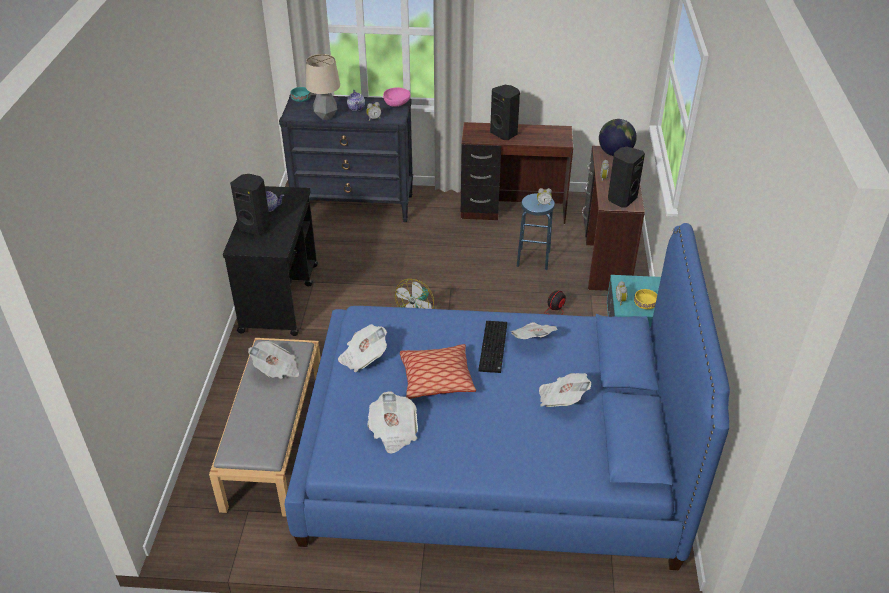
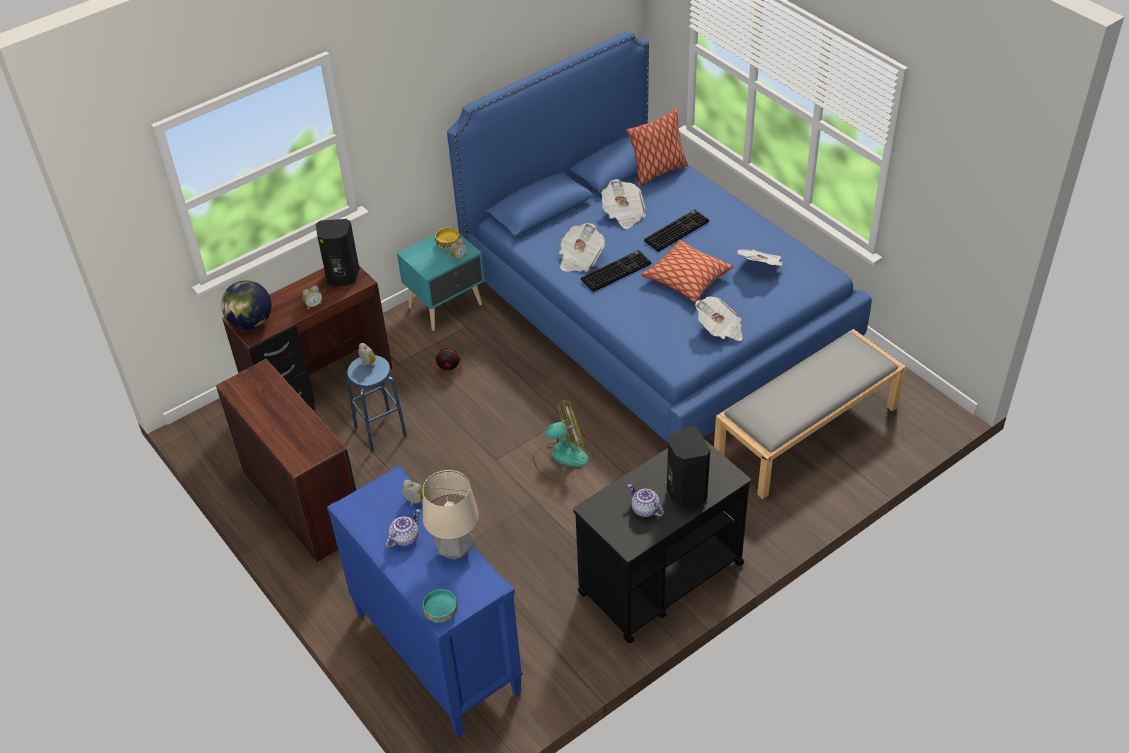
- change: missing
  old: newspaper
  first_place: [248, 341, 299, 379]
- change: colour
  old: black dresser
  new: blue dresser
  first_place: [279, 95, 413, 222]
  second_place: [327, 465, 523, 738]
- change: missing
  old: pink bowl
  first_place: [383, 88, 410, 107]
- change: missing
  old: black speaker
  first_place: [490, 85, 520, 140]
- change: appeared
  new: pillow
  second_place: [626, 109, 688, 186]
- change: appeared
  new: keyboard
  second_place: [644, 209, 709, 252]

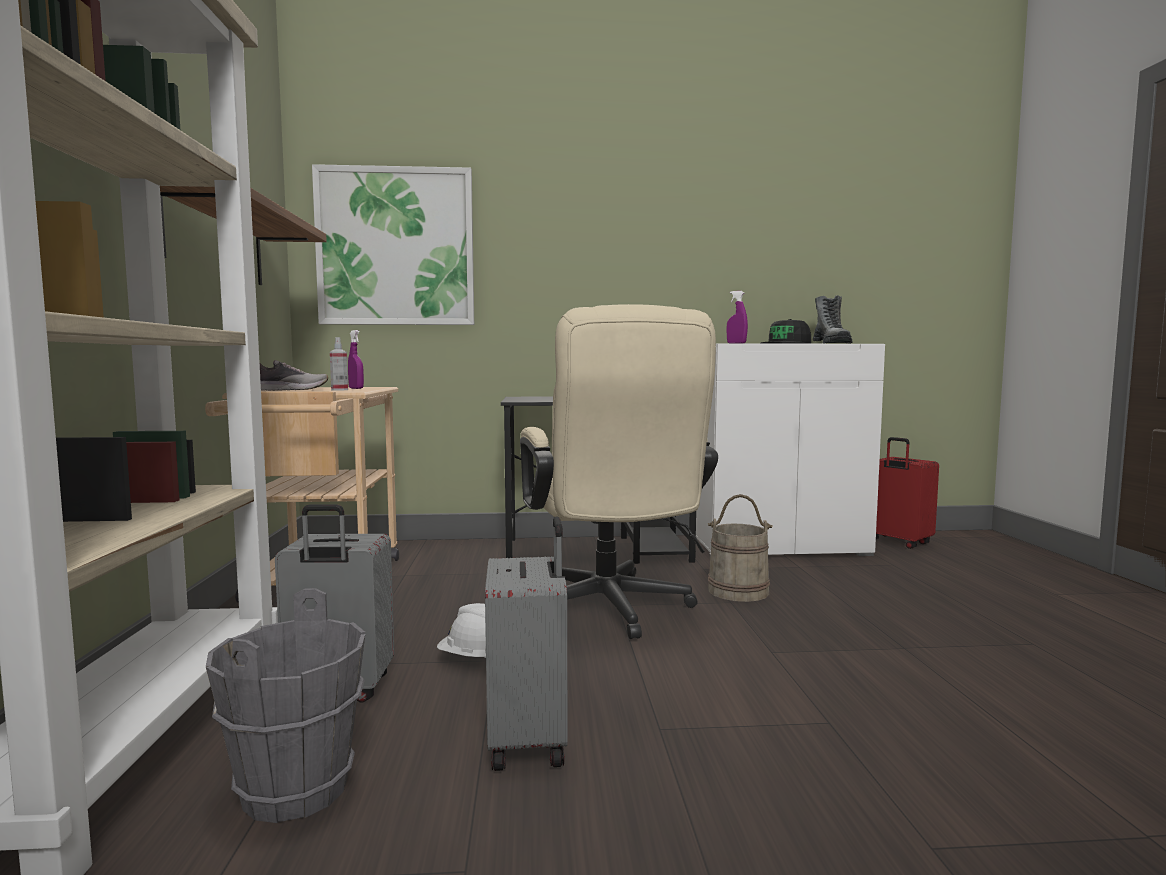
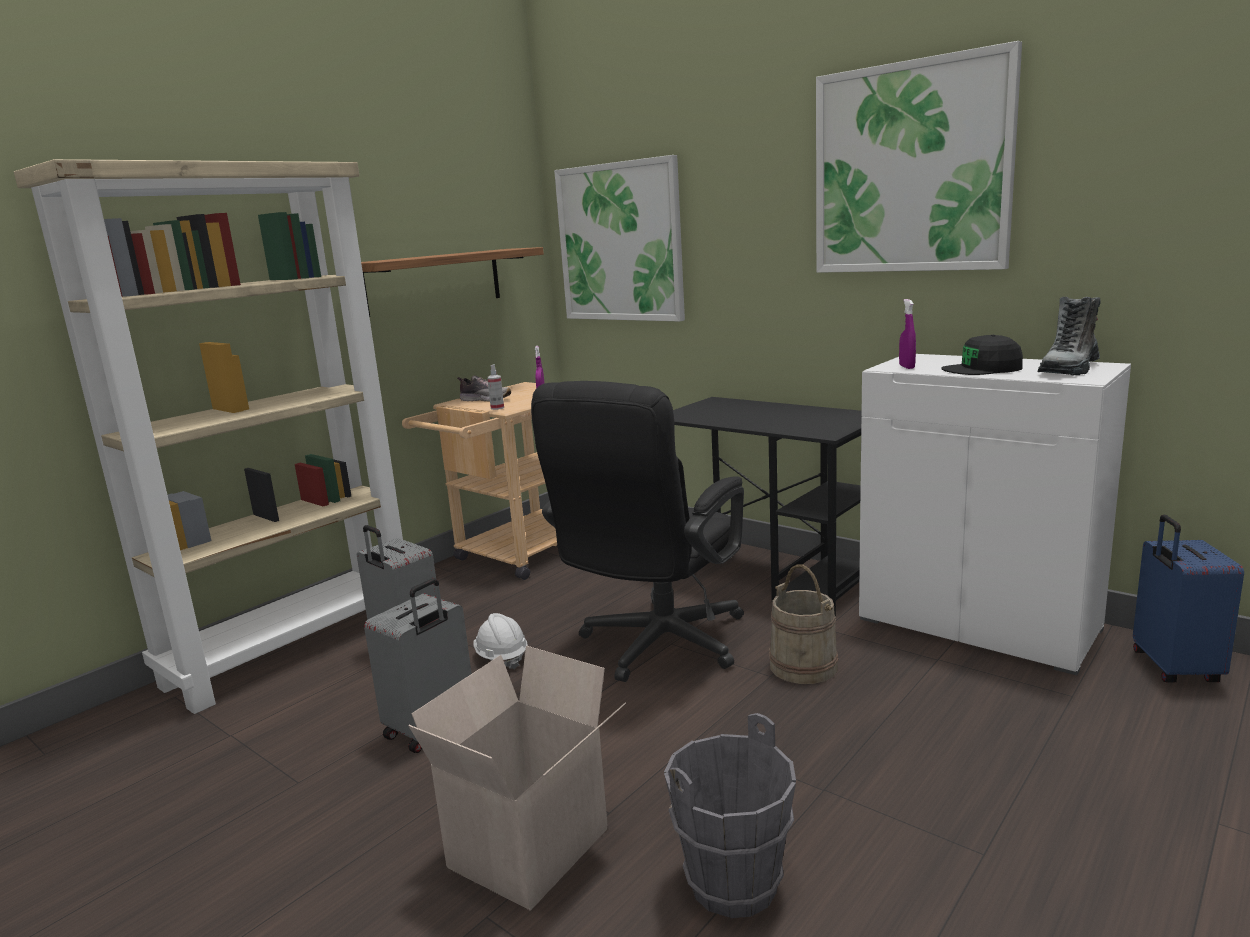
- change: relocated
  old: grey bucket
  first_place: [206, 588, 365, 823]
  second_place: [664, 713, 796, 918]
- change: colour
  old: beige office chair
  new: black office chair
  first_place: [520, 304, 718, 639]
  second_place: [531, 381, 744, 682]
- change: colour
  old: red suitcase
  new: blue suitcase
  first_place: [876, 437, 939, 549]
  second_place: [1133, 515, 1244, 683]
- change: appeared
  new: cardboard box
  second_place: [408, 646, 626, 911]
- change: appeared
  new: picture
  second_place: [816, 41, 1022, 273]

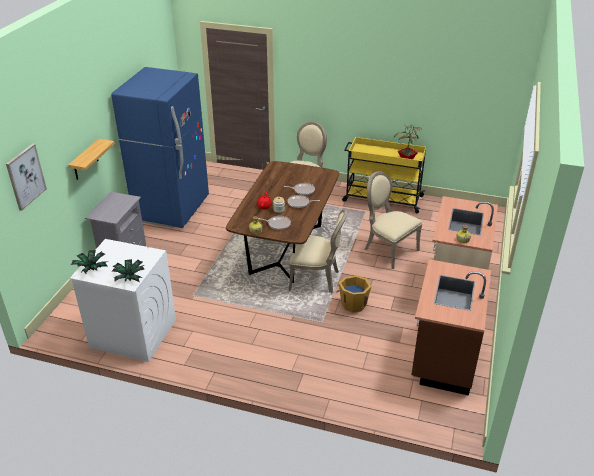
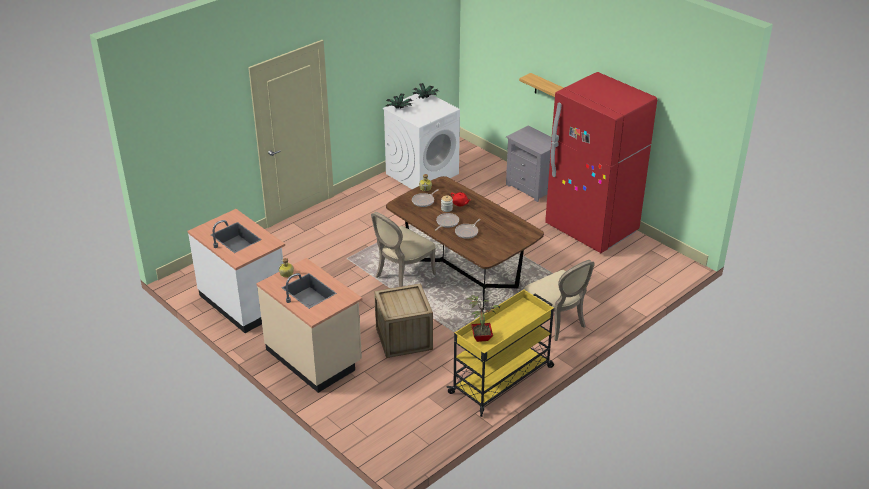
- change: missing
  old: picture
  first_place: [6, 144, 47, 211]
- change: colour
  old: blue fridge
  new: red fridge
  first_place: [111, 67, 209, 228]
  second_place: [545, 72, 657, 253]
- change: missing
  old: orange bucket
  first_place: [337, 275, 371, 313]
- change: exchanged
  old: beige chair
  new: crate
  first_place: [364, 171, 423, 269]
  second_place: [374, 283, 433, 358]
- change: colour
  old: brown counter
  new: white counter
  first_place: [411, 259, 491, 396]
  second_place: [187, 209, 285, 333]

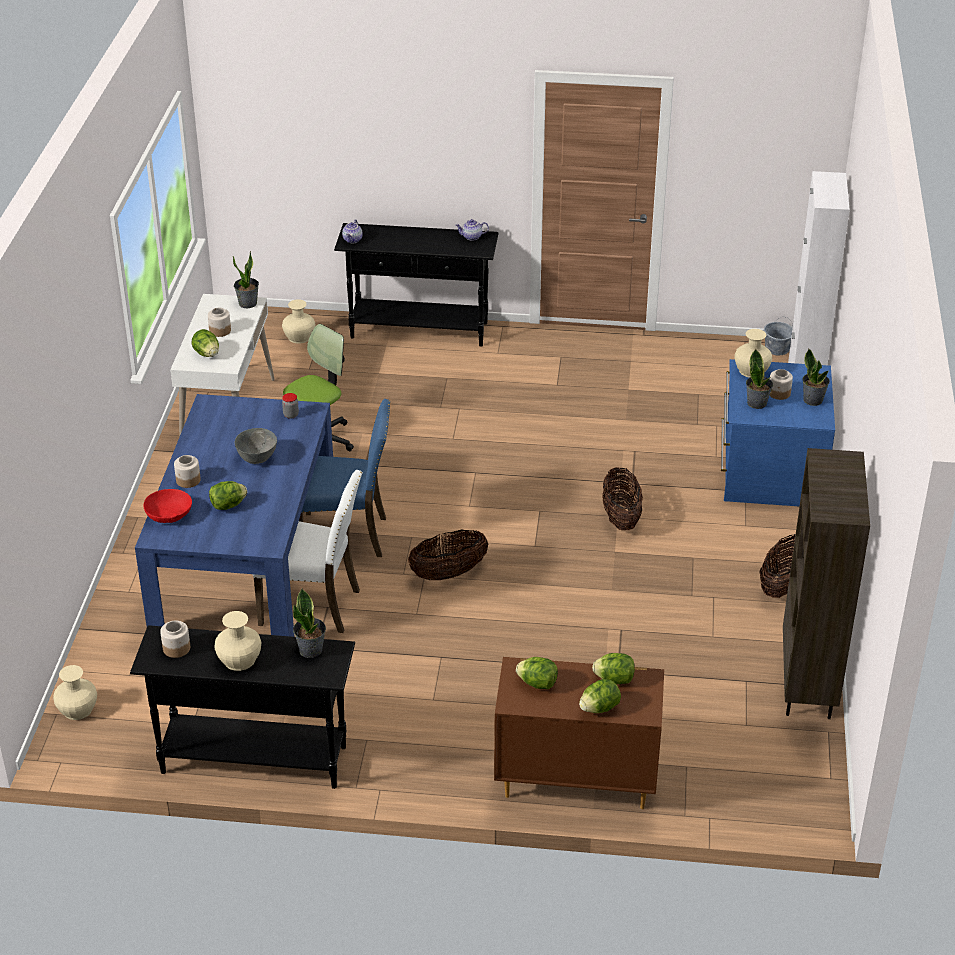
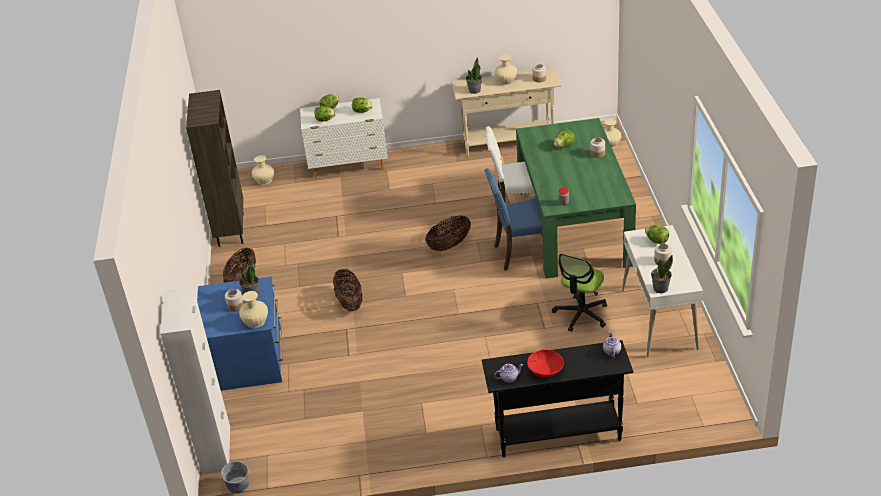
- change: colour
  old: black console table
  new: beige console table
  first_place: [130, 625, 355, 789]
  second_place: [451, 68, 561, 157]
- change: colour
  old: blue dining table
  new: green dining table
  first_place: [135, 394, 333, 637]
  second_place: [516, 118, 636, 278]
- change: relocated
  old: red bowl
  first_place: [143, 489, 192, 523]
  second_place: [527, 350, 564, 377]
- change: missing
  old: grey bowl
  first_place: [235, 428, 277, 464]
- change: relocated
  old: beige vase
  first_place: [282, 299, 316, 344]
  second_place: [252, 155, 274, 185]
- change: colour
  old: brown dresser
  new: white dresser
  first_place: [494, 657, 664, 809]
  second_place: [300, 98, 388, 179]
- change: missing
  old: potted plant
  first_place: [803, 348, 830, 406]

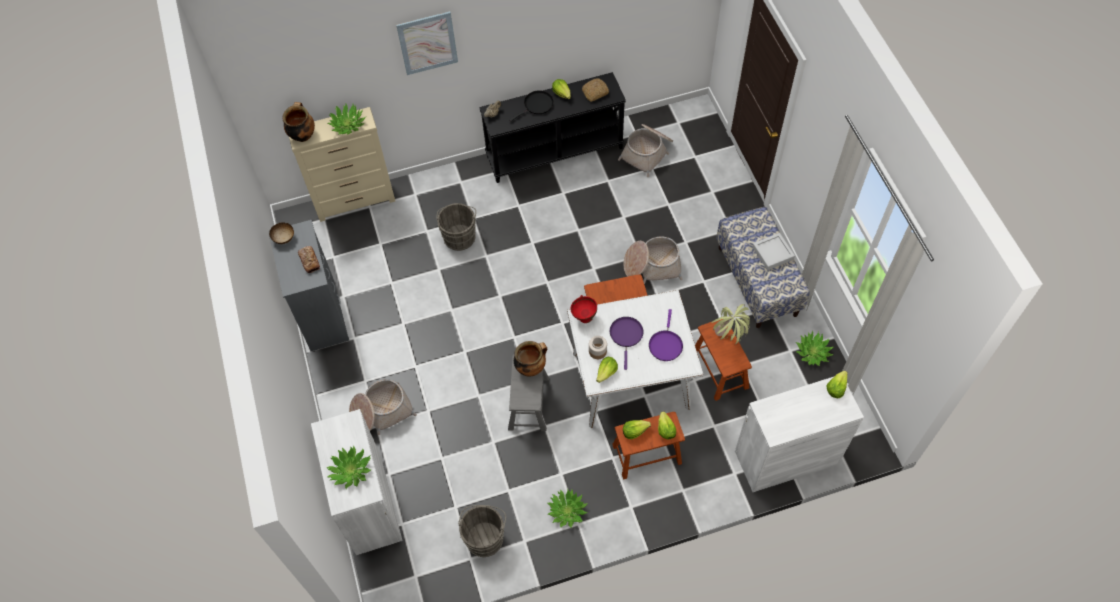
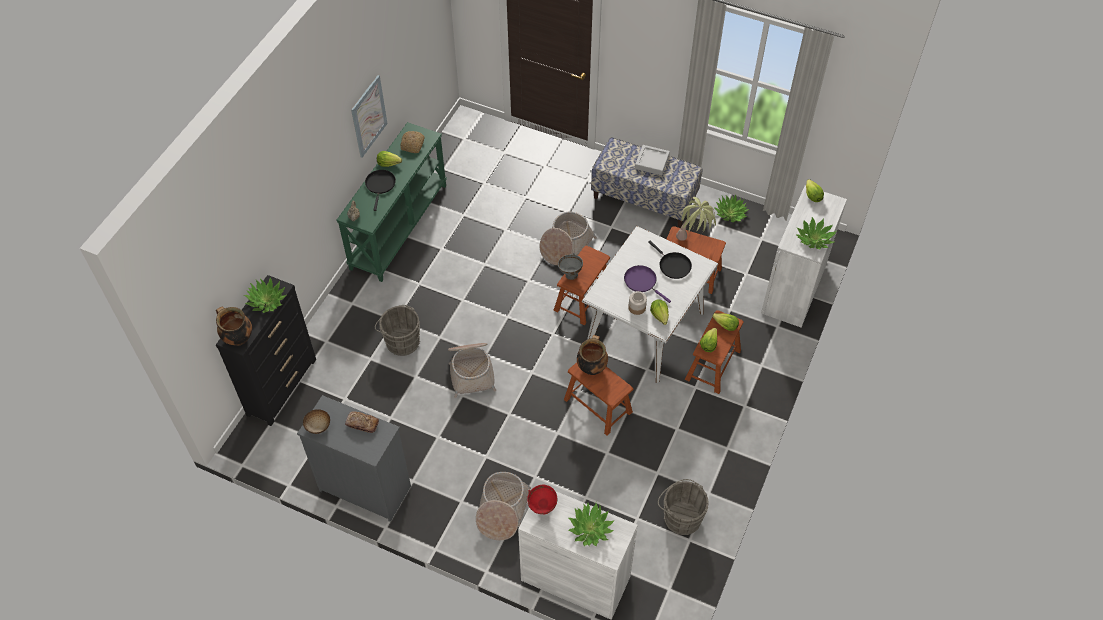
- change: colour
  old: beige dresser
  new: black dresser
  first_place: [289, 107, 395, 222]
  second_place: [216, 275, 316, 426]
- change: relocated
  old: picture
  first_place: [396, 11, 458, 75]
  second_place: [351, 75, 388, 158]
- change: colour
  old: black console table
  new: green console table
  first_place: [479, 72, 626, 183]
  second_place: [336, 122, 447, 282]
- change: colour
  old: grey stool
  new: brown stool
  first_place: [508, 354, 549, 431]
  second_place: [564, 362, 633, 436]
- change: relocated
  old: potted plant
  first_place: [547, 489, 588, 528]
  second_place: [796, 217, 836, 250]
- change: relocated
  old: red bowl
  first_place: [571, 295, 597, 323]
  second_place: [527, 485, 557, 514]
- change: relocated
  old: basket
  first_place: [618, 124, 673, 177]
  second_place: [448, 343, 496, 398]
- change: colour
  old: purple frying pan
  new: black frying pan
  first_place: [649, 309, 683, 361]
  second_place: [648, 240, 692, 279]
- change: appeared
  new: grey bowl
  second_place: [558, 253, 583, 280]

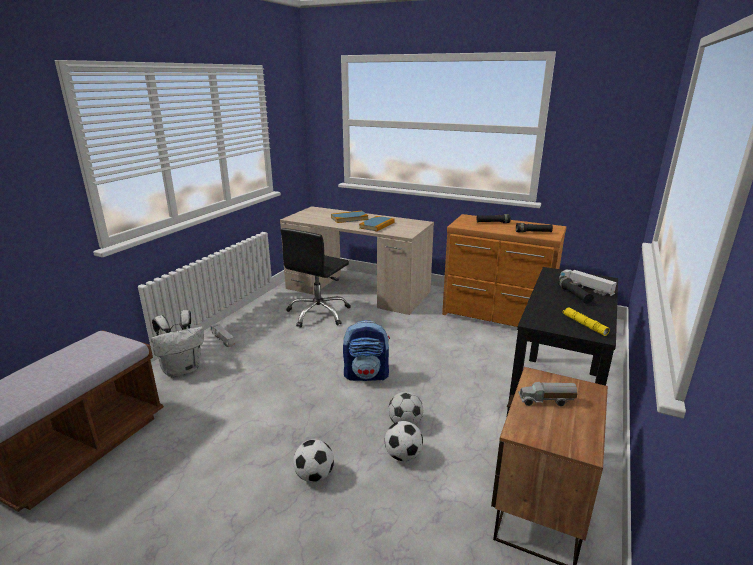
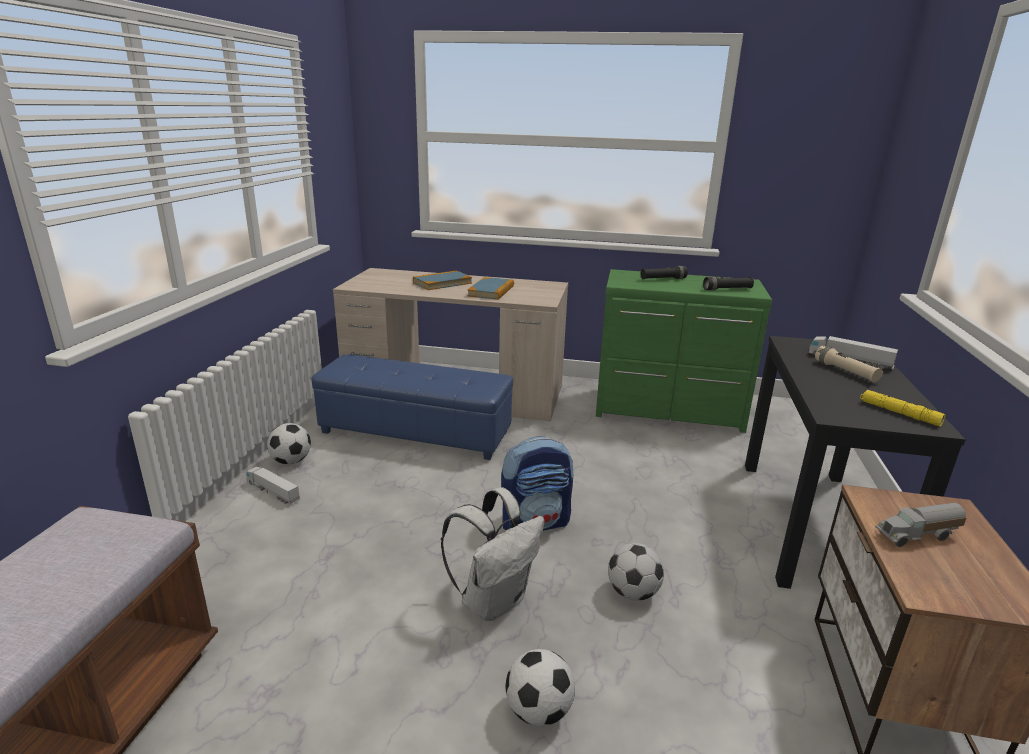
- change: relocated
  old: white backpack
  first_place: [151, 310, 204, 377]
  second_place: [441, 487, 545, 621]
- change: exchanged
  old: black office chair
  new: blue ottoman
  first_place: [280, 228, 351, 328]
  second_place: [311, 354, 513, 460]
- change: relocated
  old: football
  first_place: [385, 421, 423, 461]
  second_place: [267, 423, 311, 464]
- change: colour
  old: brown dresser
  new: green dresser
  first_place: [442, 214, 566, 327]
  second_place: [596, 269, 772, 433]
- change: colour
  old: black flashlight
  new: beige flashlight
  first_place: [558, 276, 594, 304]
  second_place: [815, 345, 883, 383]

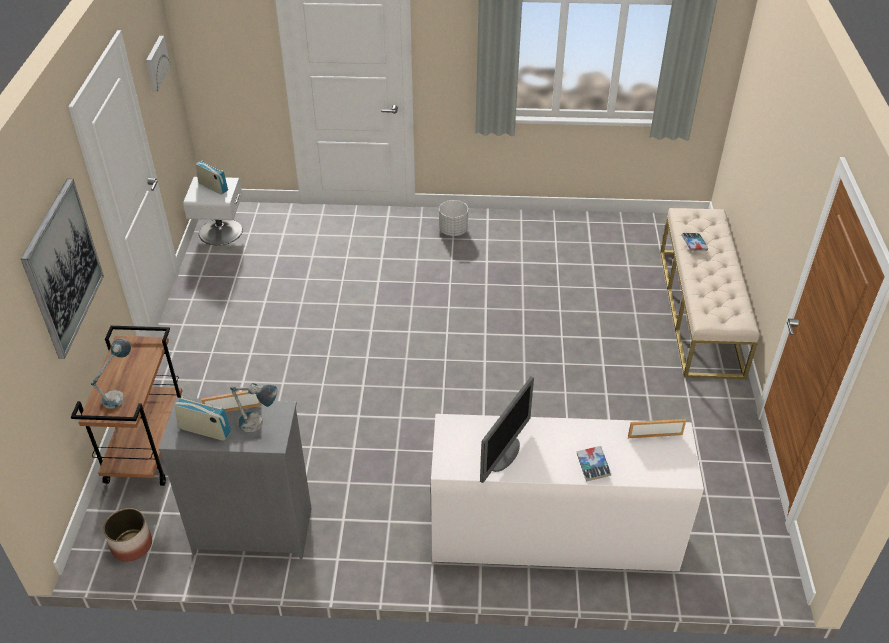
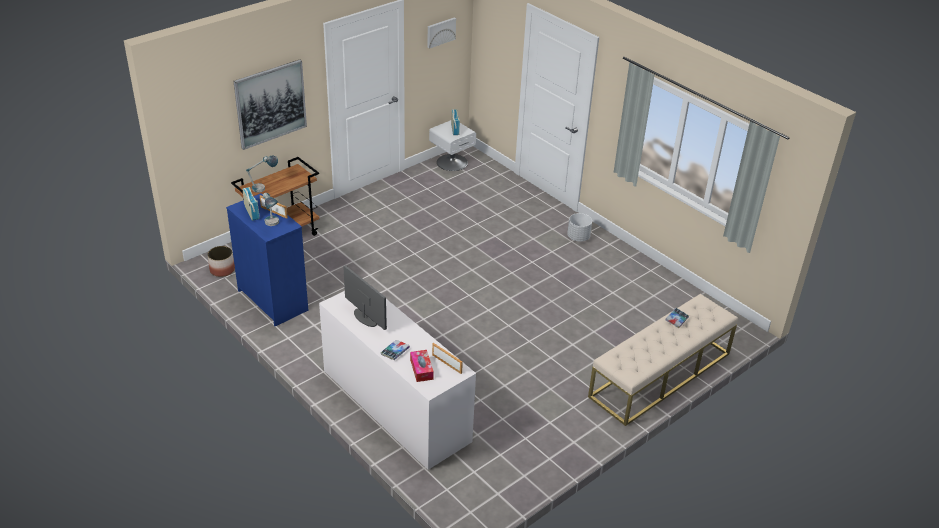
- change: colour
  old: grey dresser
  new: blue dresser
  first_place: [159, 398, 312, 559]
  second_place: [226, 193, 308, 326]
- change: spun
  old: monitor
  first_place: [480, 376, 534, 483]
  second_place: [343, 265, 387, 330]
  degrees: -120
- change: appeared
  new: tissue box
  second_place: [410, 350, 434, 382]

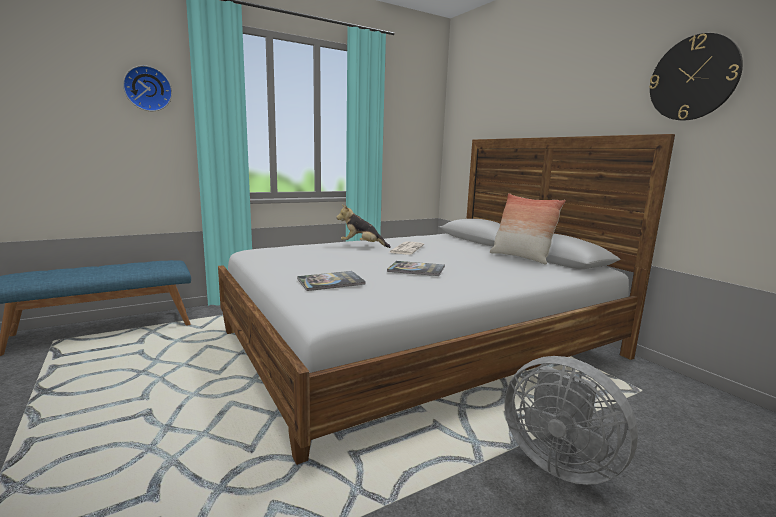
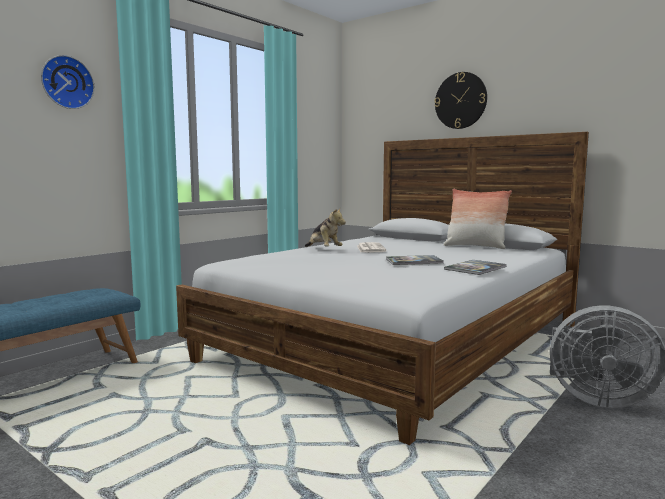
- change: relocated
  old: book
  first_place: [297, 271, 366, 291]
  second_place: [444, 260, 507, 275]
- change: spun
  old: plush toy
  first_place: [336, 205, 391, 248]
  second_place: [305, 208, 346, 247]
  degrees: -120
- change: relocated
  old: wall clock
  first_place: [649, 33, 743, 121]
  second_place: [435, 72, 487, 129]

